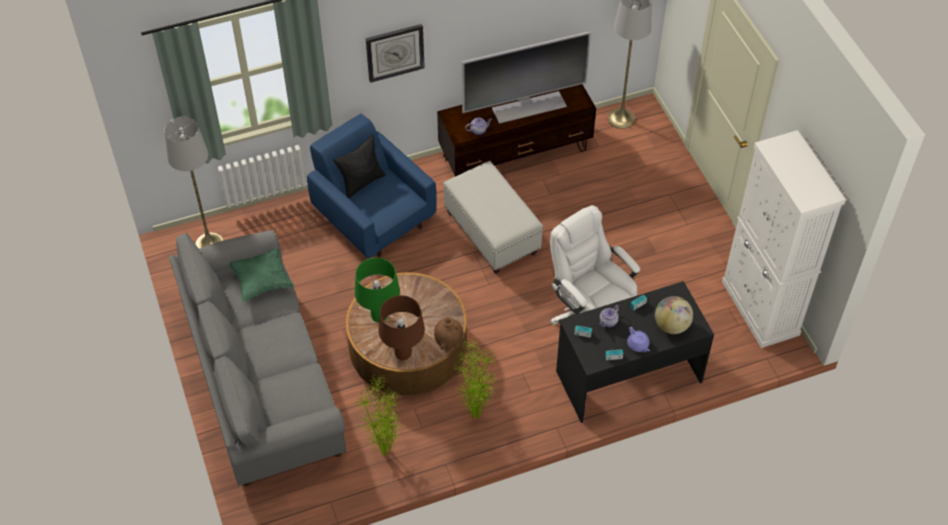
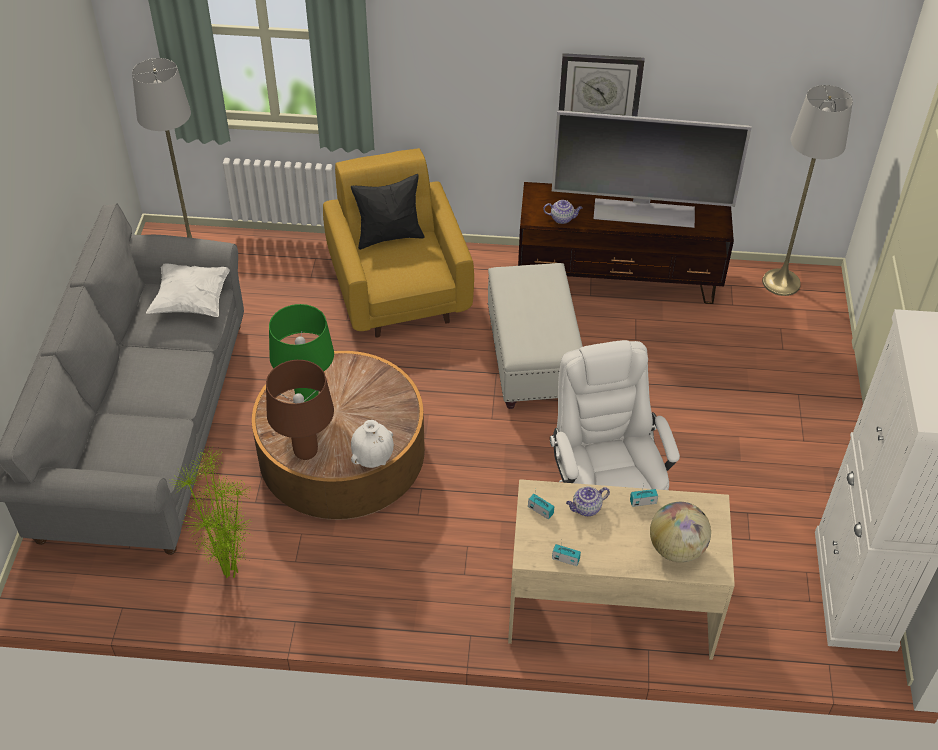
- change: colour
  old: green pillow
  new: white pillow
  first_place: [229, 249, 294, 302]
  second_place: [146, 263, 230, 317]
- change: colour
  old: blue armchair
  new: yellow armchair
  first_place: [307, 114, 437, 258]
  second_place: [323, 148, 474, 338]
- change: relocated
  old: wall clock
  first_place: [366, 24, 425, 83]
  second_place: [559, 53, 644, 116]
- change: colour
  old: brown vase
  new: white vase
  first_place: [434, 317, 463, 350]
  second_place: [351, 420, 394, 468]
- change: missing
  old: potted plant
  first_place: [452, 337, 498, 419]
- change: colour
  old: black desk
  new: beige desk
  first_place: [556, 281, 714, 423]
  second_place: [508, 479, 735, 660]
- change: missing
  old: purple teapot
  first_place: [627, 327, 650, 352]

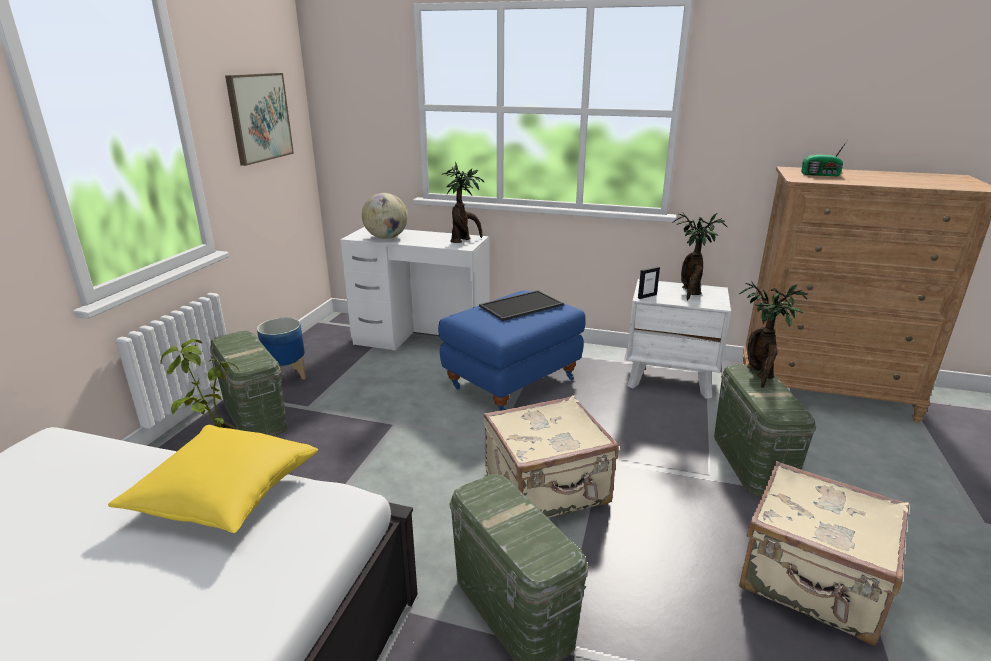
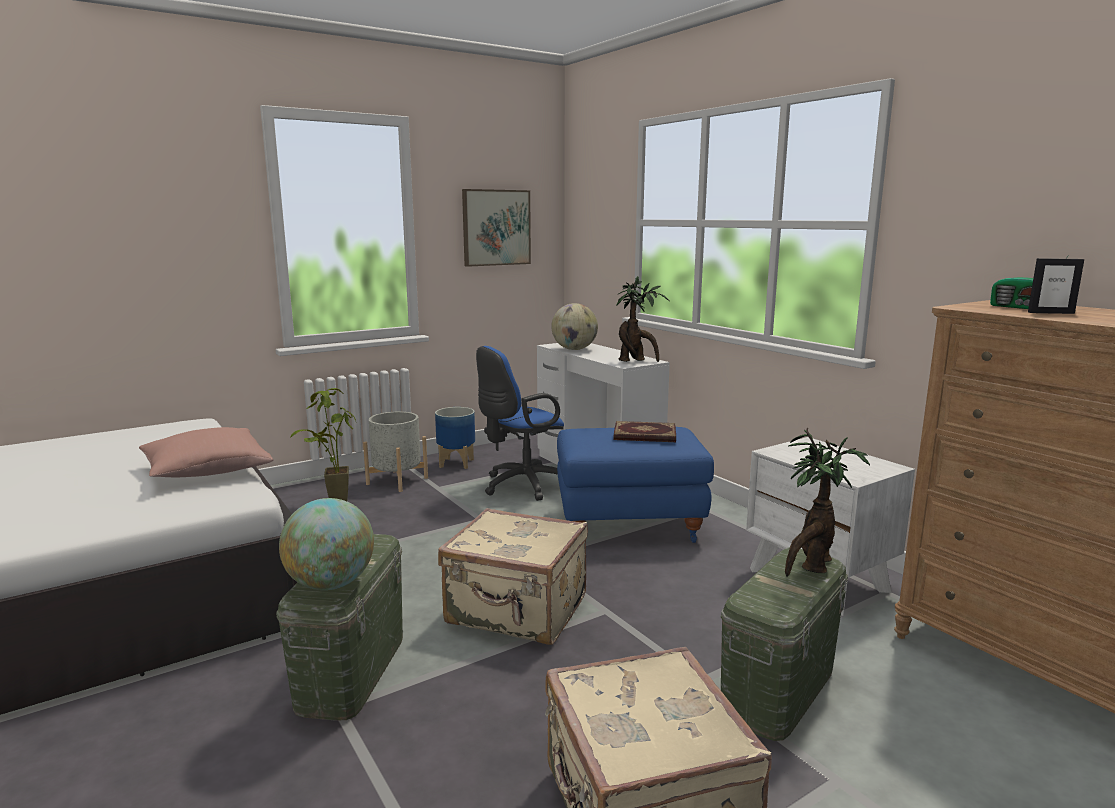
- change: colour
  old: yellow pillow
  new: pink pillow
  first_place: [108, 425, 318, 533]
  second_place: [139, 427, 274, 477]
- change: exchanged
  old: green storage box
  new: grey planter
  first_place: [210, 331, 287, 436]
  second_place: [363, 412, 428, 492]
- change: exchanged
  old: tray
  new: book
  first_place: [479, 290, 564, 321]
  second_place: [614, 421, 676, 442]
- change: relocated
  old: picture frame
  first_place: [638, 266, 660, 299]
  second_place: [1028, 258, 1084, 314]
- change: missing
  old: potted plant
  first_place: [672, 213, 727, 300]
- change: appeared
  new: globe
  second_place: [279, 498, 374, 590]
- change: appeared
  new: blue office chair
  second_place: [476, 346, 564, 501]

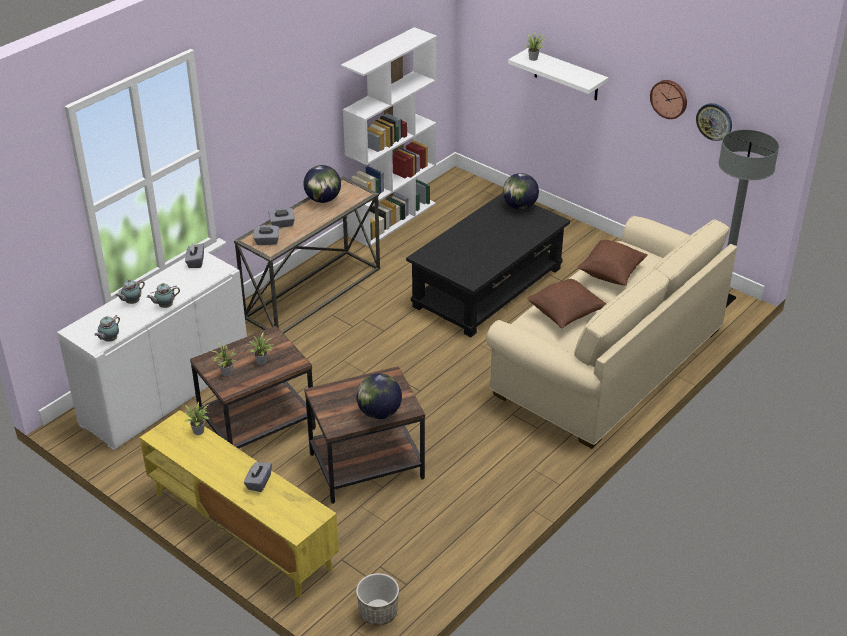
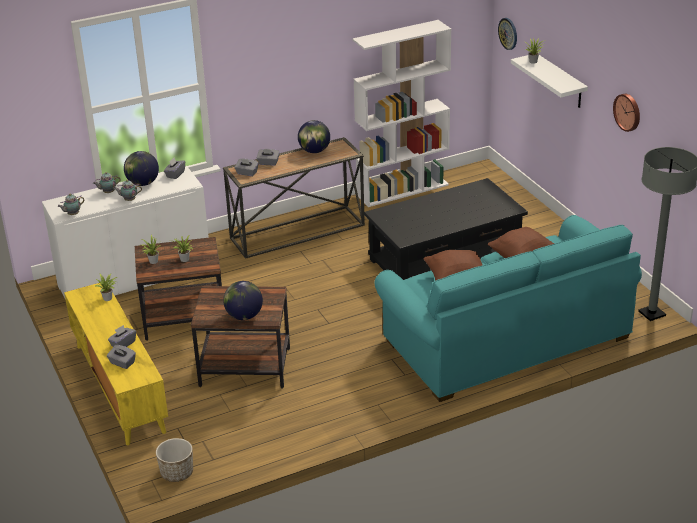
- change: colour
  old: beige sofa
  new: turquoise sofa
  first_place: [486, 216, 737, 449]
  second_place: [375, 215, 642, 402]
- change: relocated
  old: globe
  first_place: [503, 173, 539, 210]
  second_place: [124, 151, 159, 186]
- change: relocated
  old: wall clock
  first_place: [696, 103, 732, 141]
  second_place: [498, 18, 517, 50]
- change: appeared
  new: grey tissue box
  second_place: [107, 345, 136, 369]

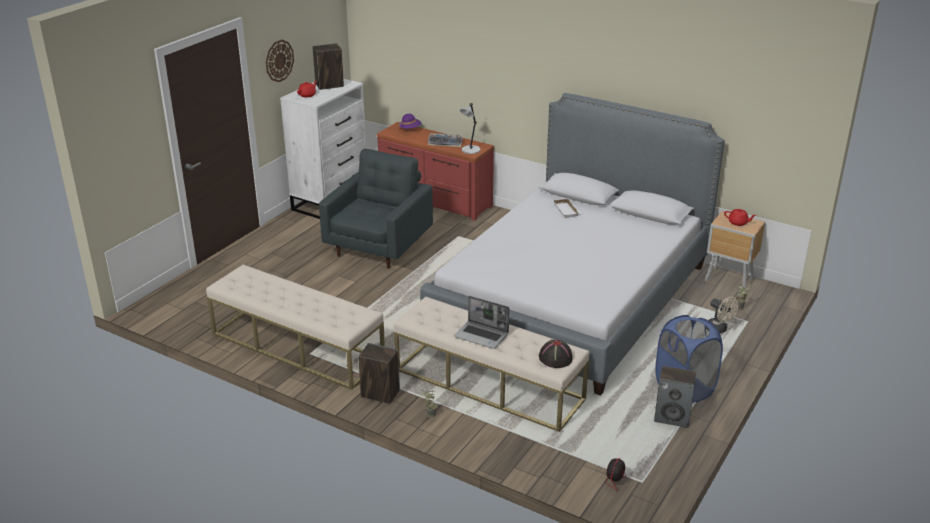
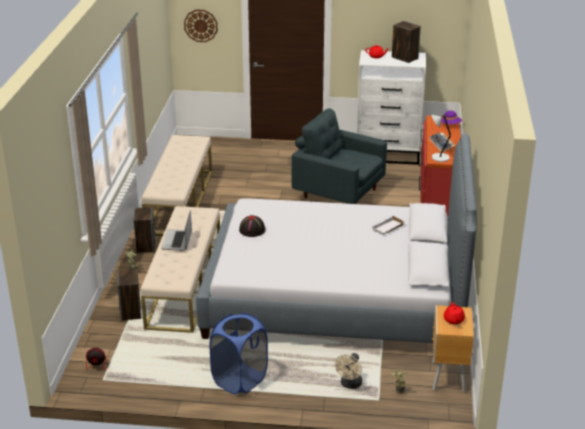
- change: relocated
  old: wall clock
  first_place: [266, 39, 294, 82]
  second_place: [184, 10, 218, 42]
- change: spun
  old: grey armchair
  first_place: [319, 149, 433, 269]
  second_place: [292, 108, 387, 204]
  degrees: -150
- change: relocated
  old: black hat
  first_place: [539, 340, 573, 368]
  second_place: [239, 215, 265, 237]
- change: relocated
  old: speaker
  first_place: [654, 366, 696, 428]
  second_place: [117, 269, 141, 321]

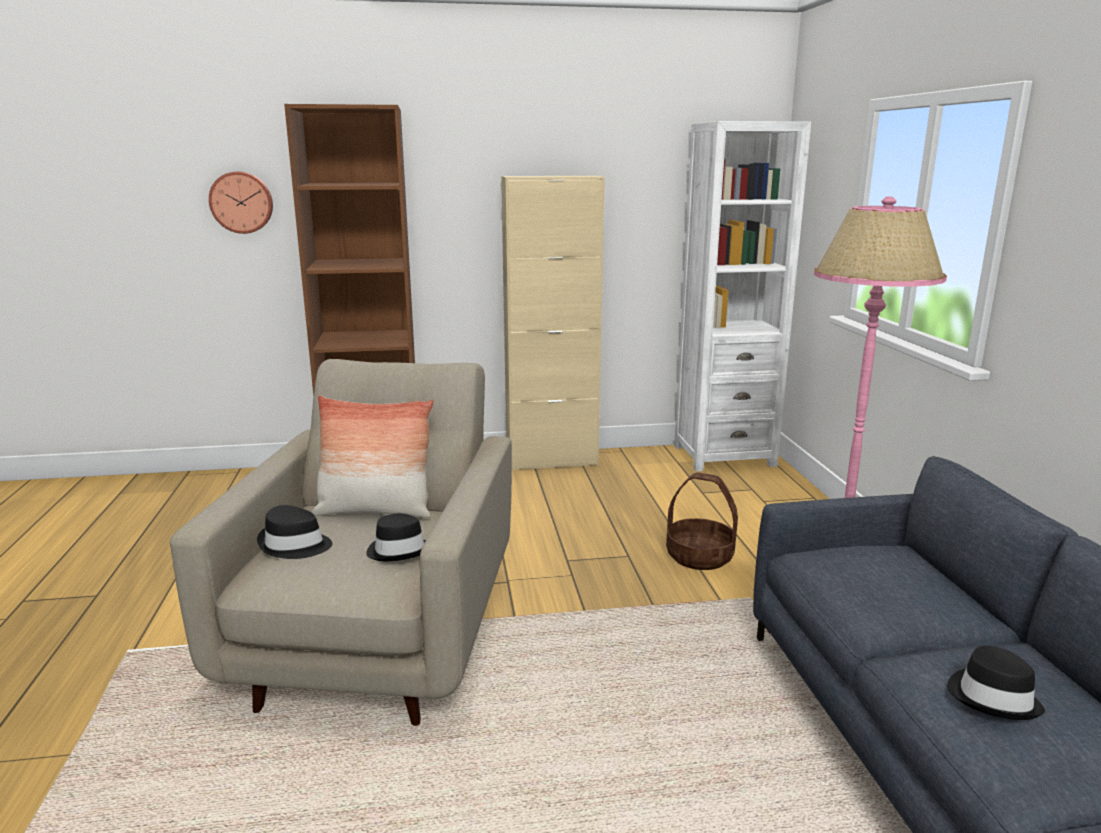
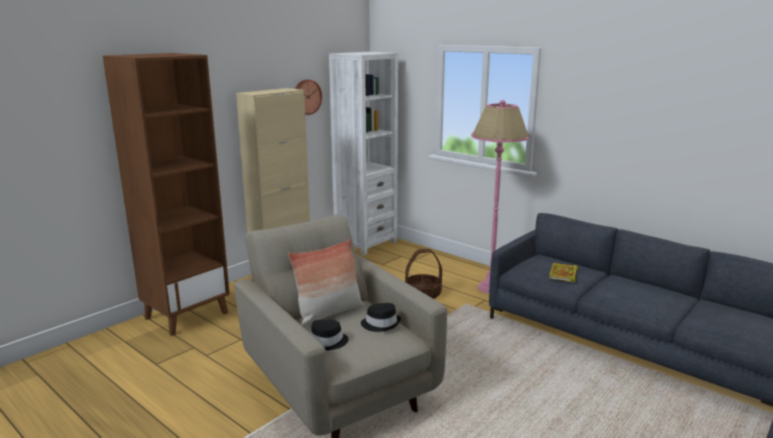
- change: relocated
  old: wall clock
  first_place: [209, 172, 273, 234]
  second_place: [295, 80, 322, 115]
- change: missing
  old: black hat
  first_place: [947, 646, 1045, 720]
- change: appeared
  new: book
  second_place: [549, 263, 578, 282]

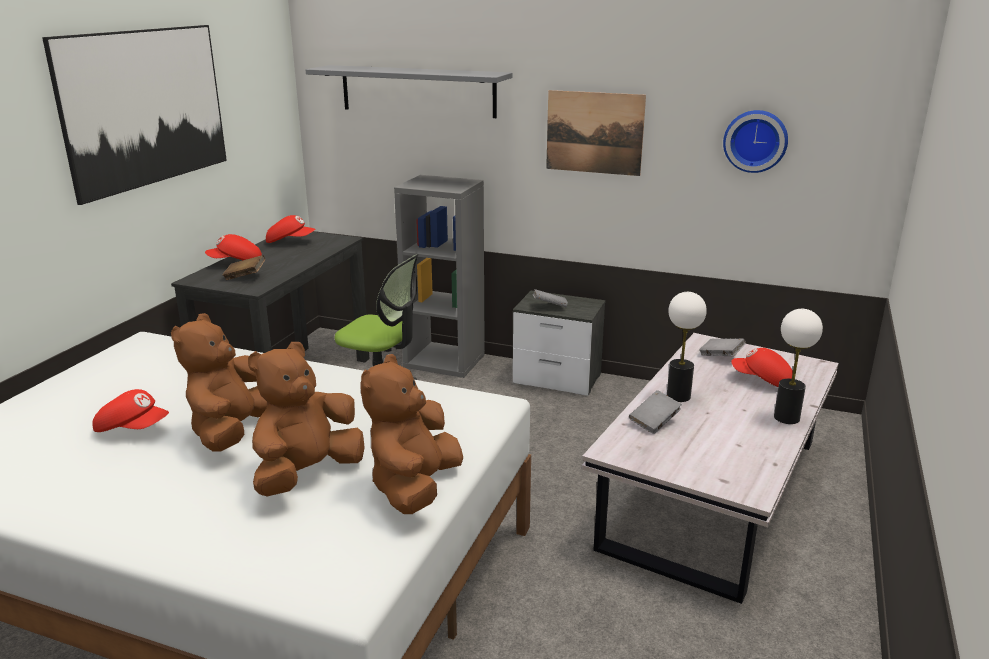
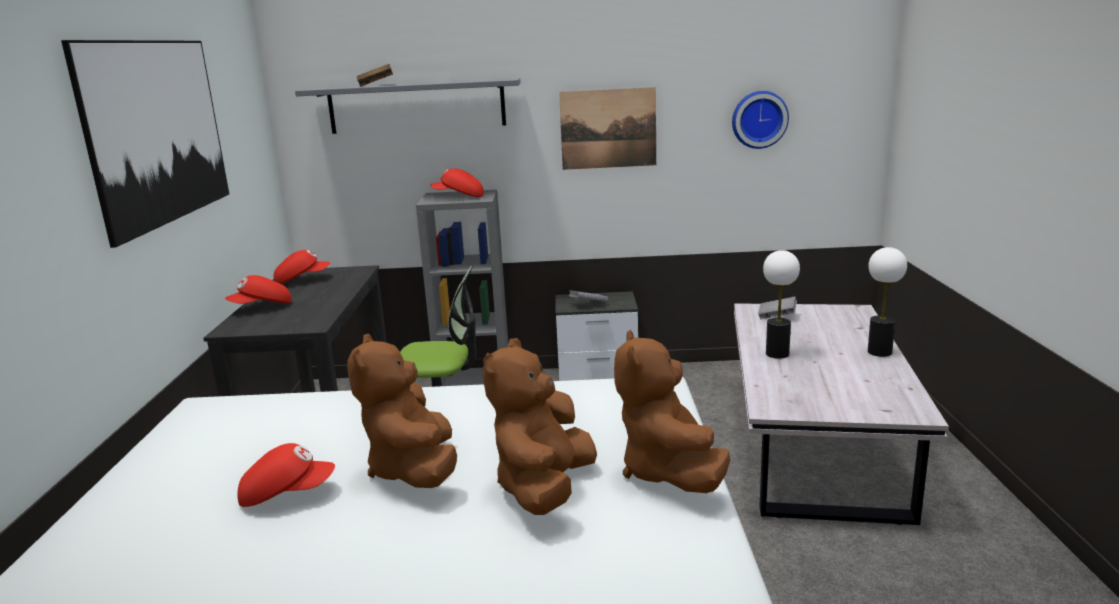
- change: relocated
  old: brown book
  first_place: [223, 255, 265, 280]
  second_place: [356, 64, 393, 87]
- change: missing
  old: grey book
  first_place: [629, 390, 682, 434]
- change: relocated
  old: red cap
  first_place: [731, 348, 793, 387]
  second_place: [430, 168, 484, 197]

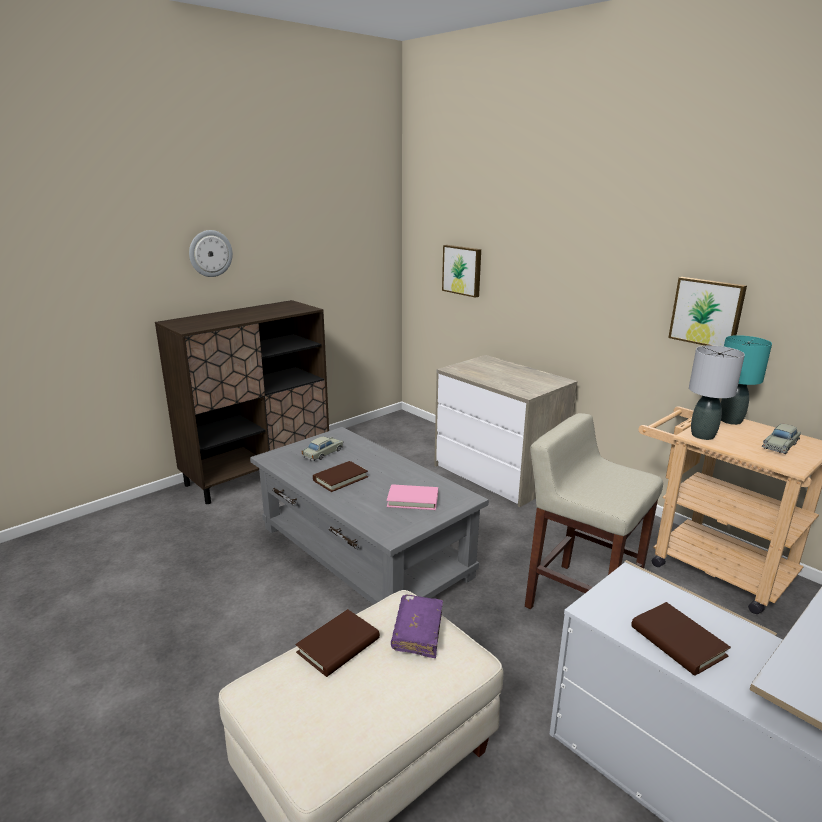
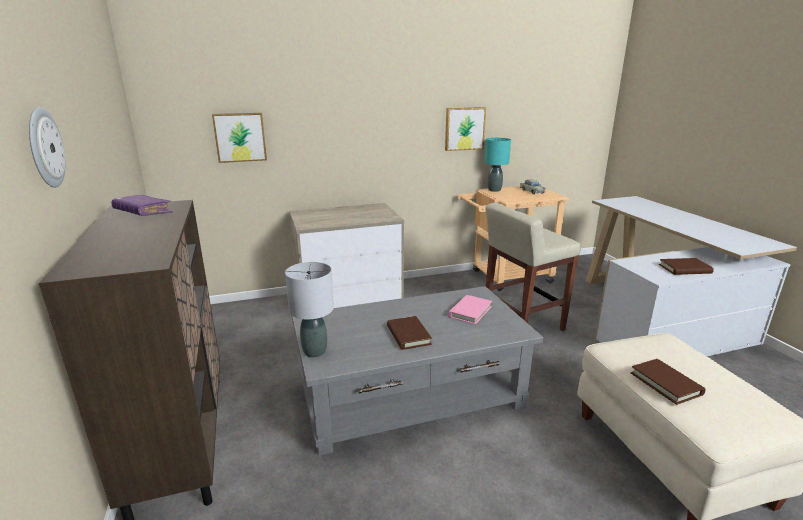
- change: missing
  old: beige toy car
  first_place: [301, 436, 344, 461]
- change: relocated
  old: purple book
  first_place: [391, 595, 443, 658]
  second_place: [111, 195, 173, 216]
- change: relocated
  old: grey table lamp
  first_place: [689, 345, 745, 440]
  second_place: [285, 262, 334, 358]

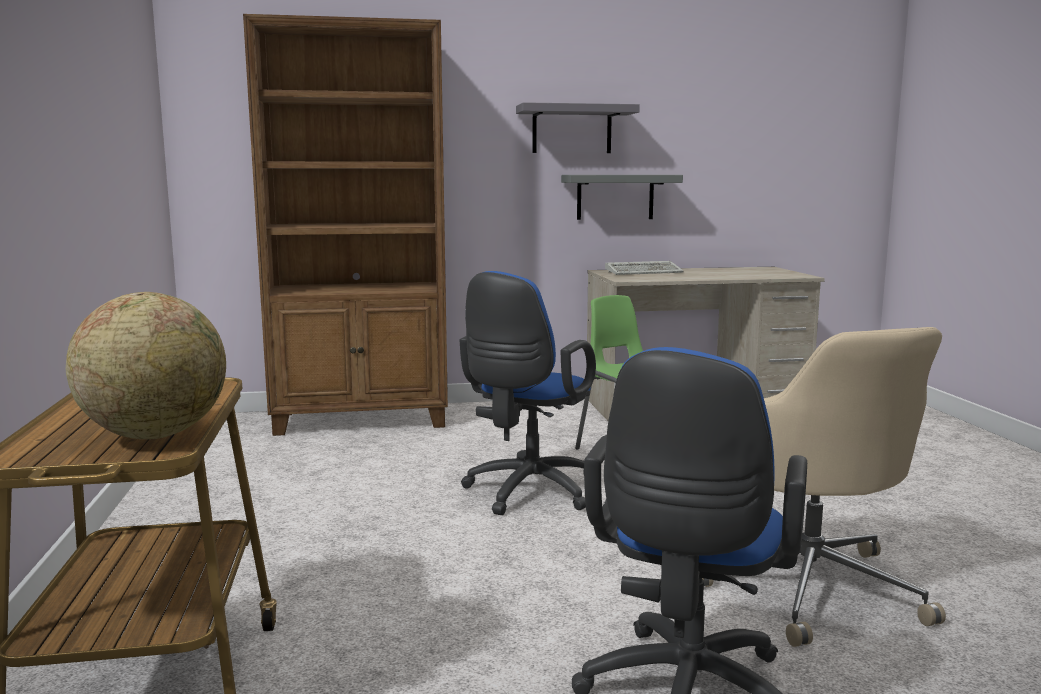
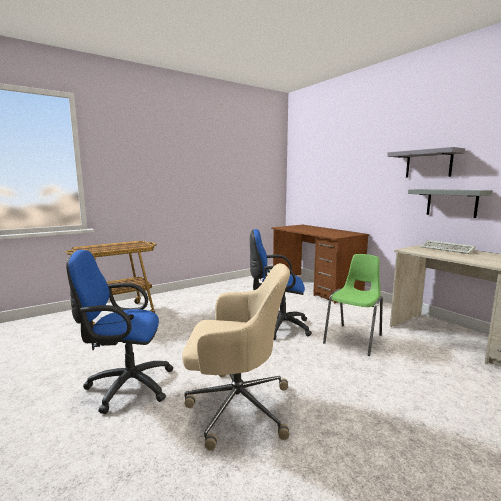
- change: missing
  old: globe
  first_place: [66, 292, 226, 439]
- change: exchanged
  old: brown bookcase
  new: brown desk
  first_place: [243, 14, 448, 436]
  second_place: [271, 225, 369, 303]
- change: spun
  old: beige office chair
  first_place: [702, 327, 946, 647]
  second_place: [182, 263, 290, 450]
  degrees: -135

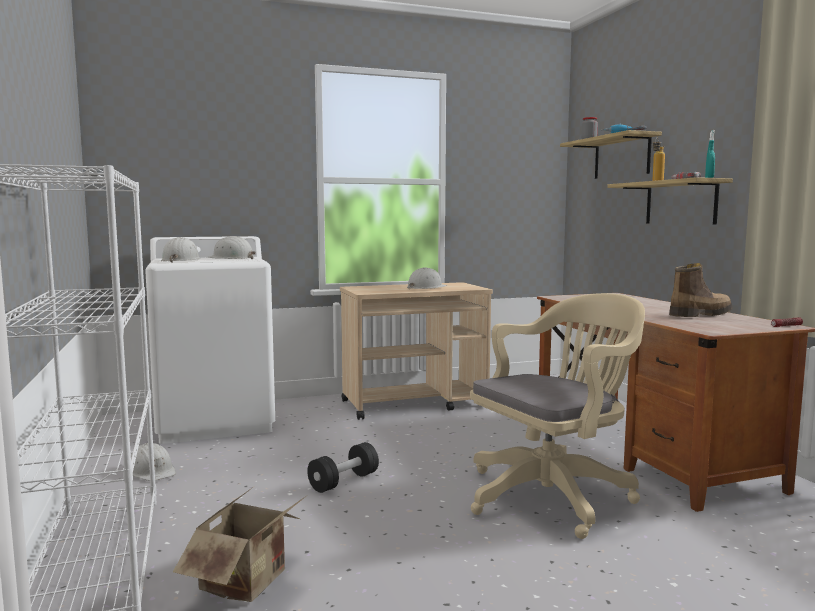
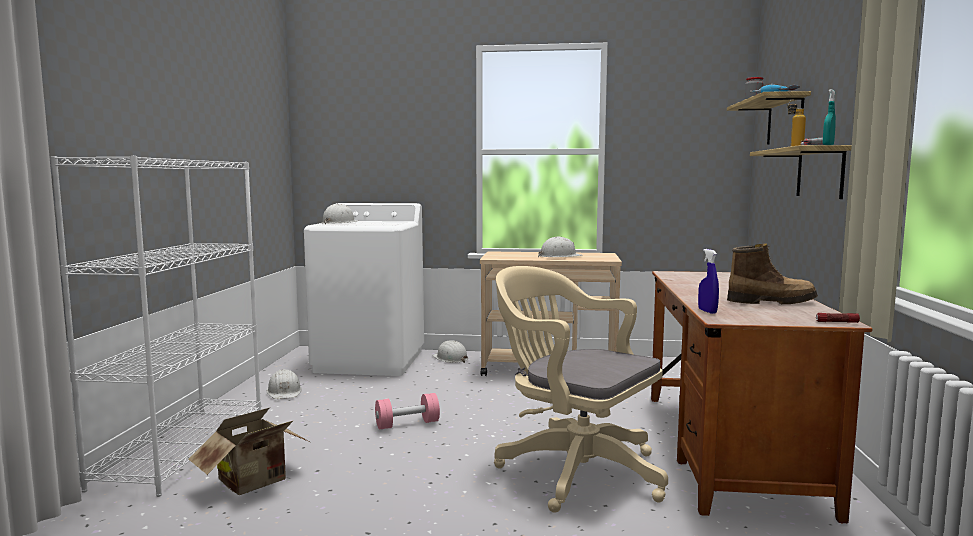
- change: relocated
  old: white hard hat
  first_place: [206, 236, 256, 259]
  second_place: [432, 340, 468, 363]
- change: colour
  old: black dumbbell
  new: pink dumbbell
  first_place: [307, 442, 379, 493]
  second_place: [375, 393, 440, 430]
- change: spun
  old: beige office chair
  first_place: [470, 293, 645, 539]
  second_place: [494, 266, 668, 513]
  degrees: -135
- change: appeared
  new: blue spray bottle
  second_place: [698, 249, 719, 314]

